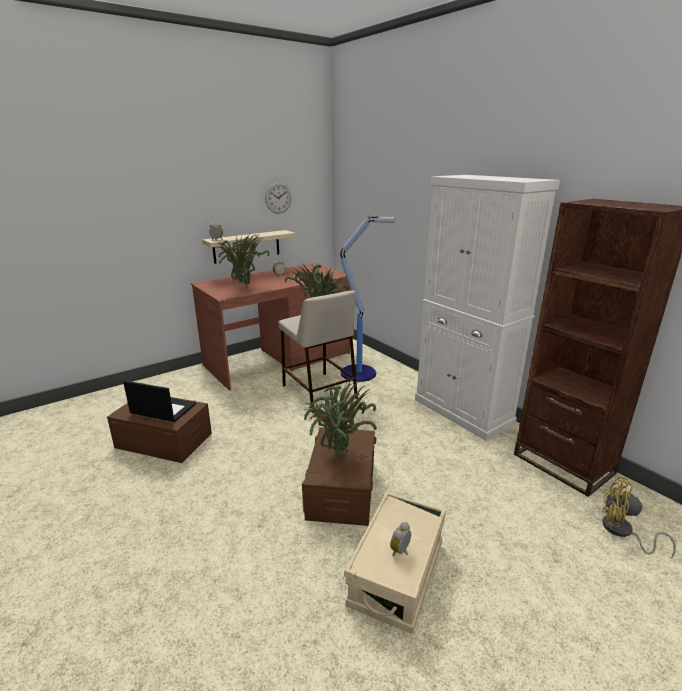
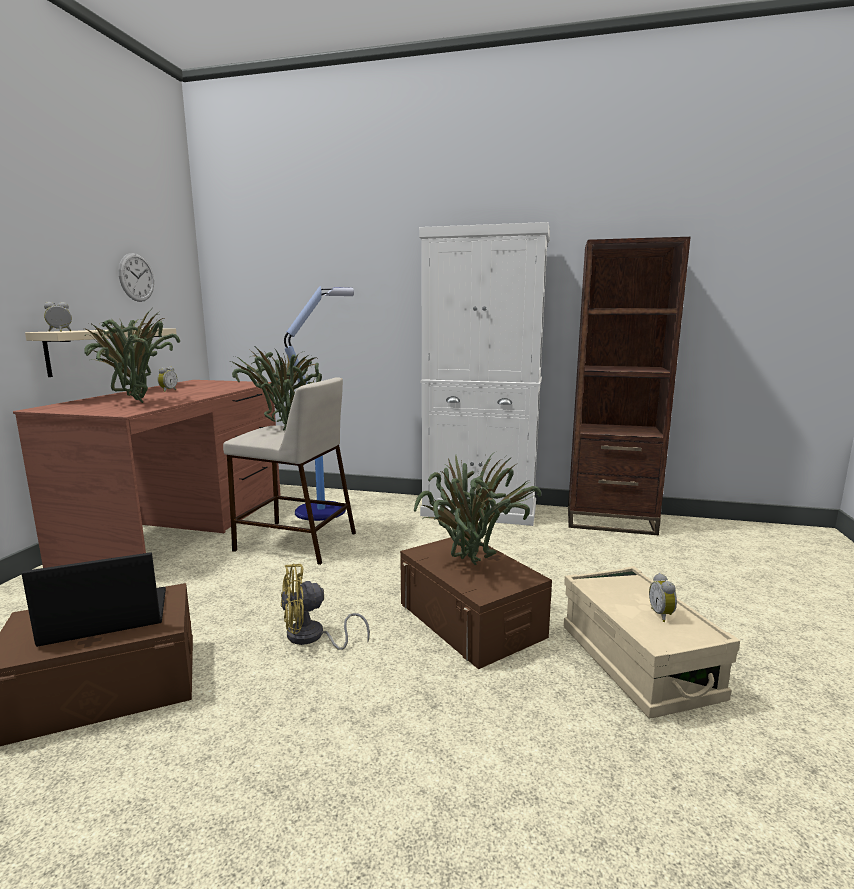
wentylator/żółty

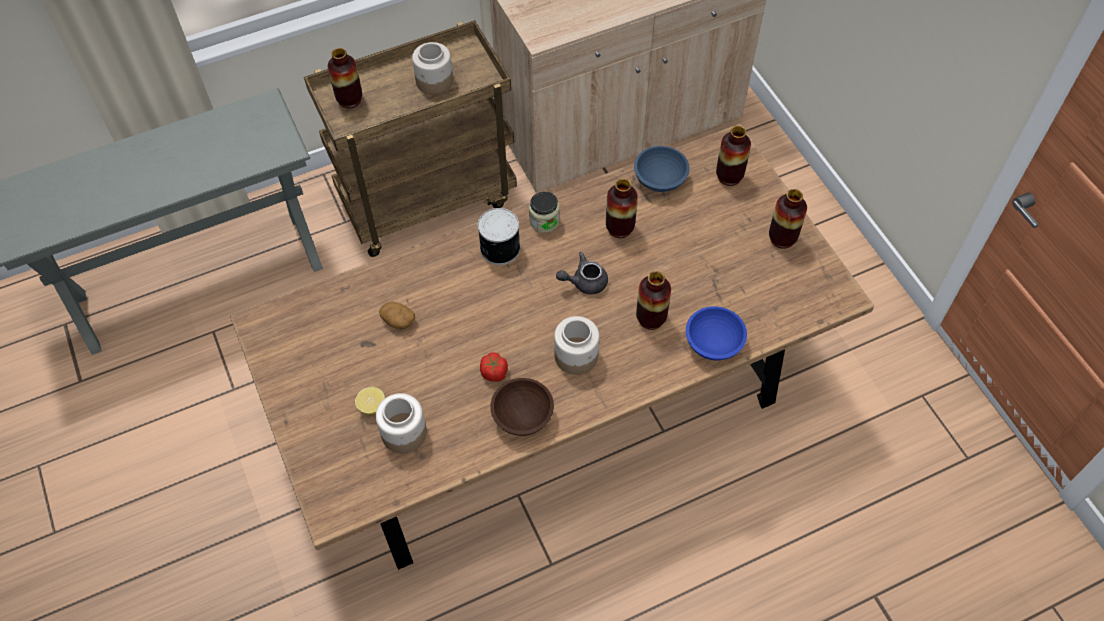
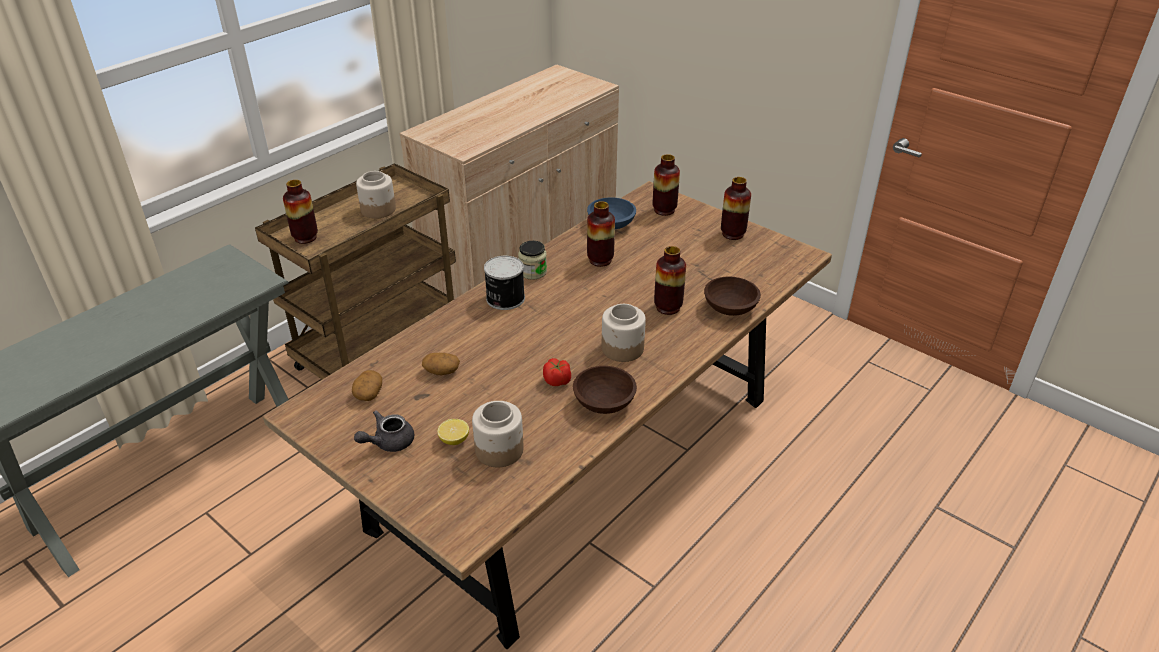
imbryk/szary
miska/brązowy (2nd from left)
ziemniak (1st from left)

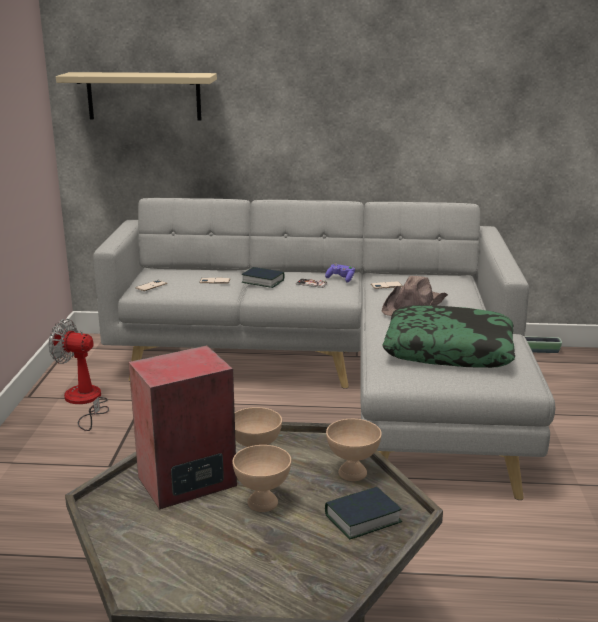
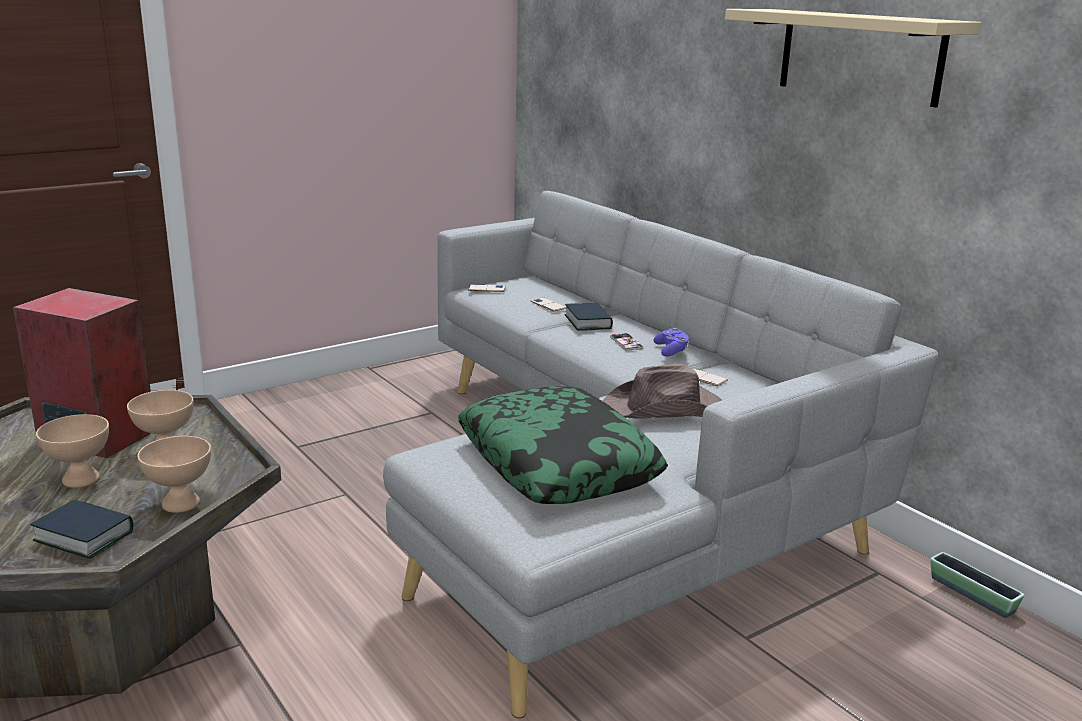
półka/beżowy
wentylator

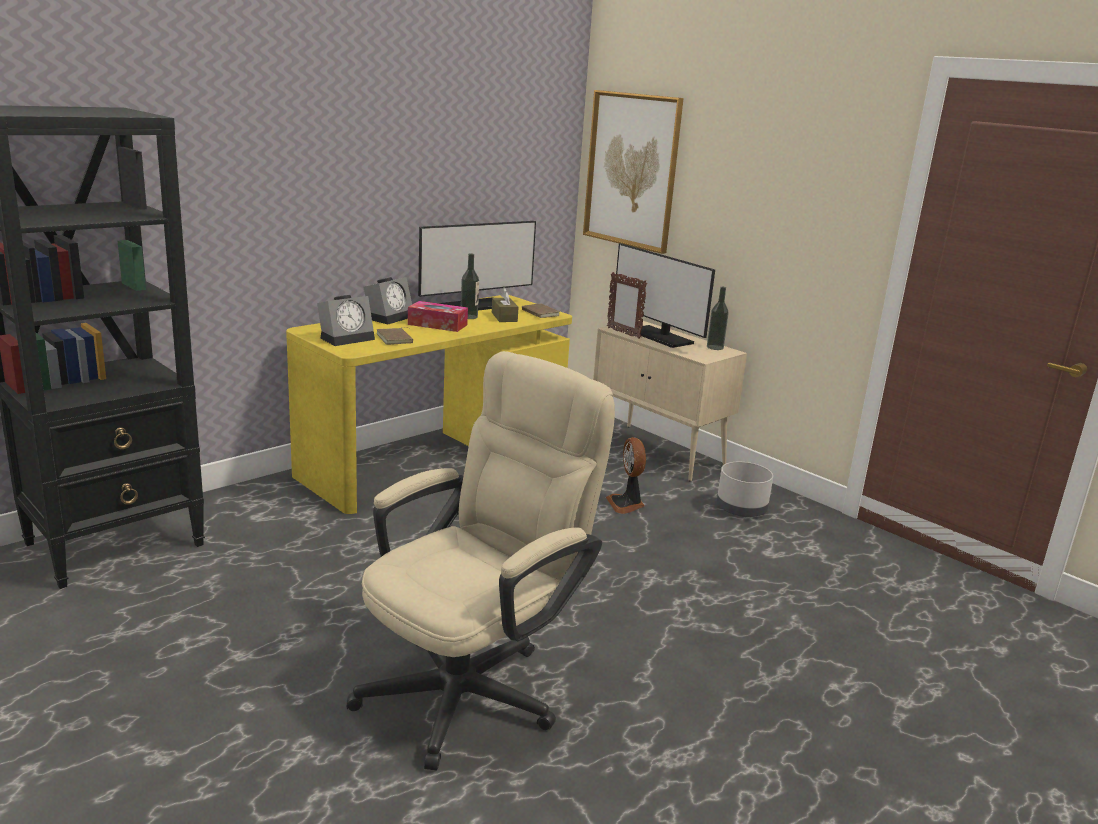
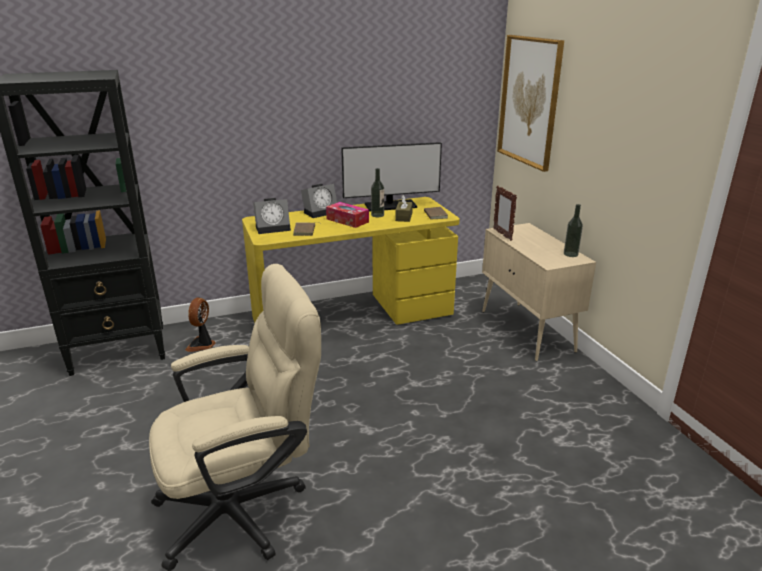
monitor (2nd from left in the first image)
wentylator
donica/szary

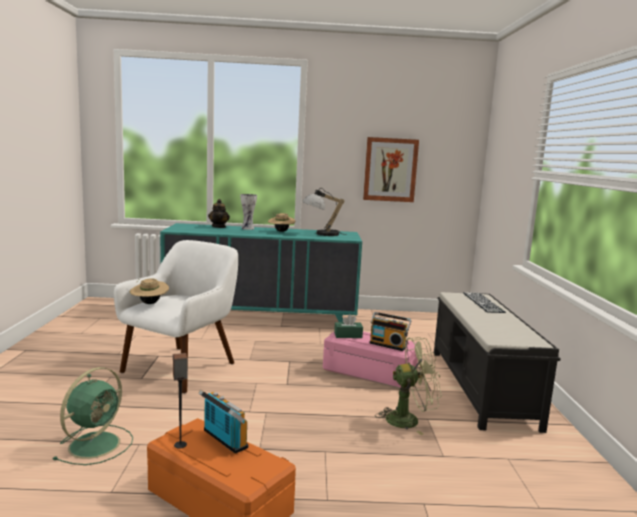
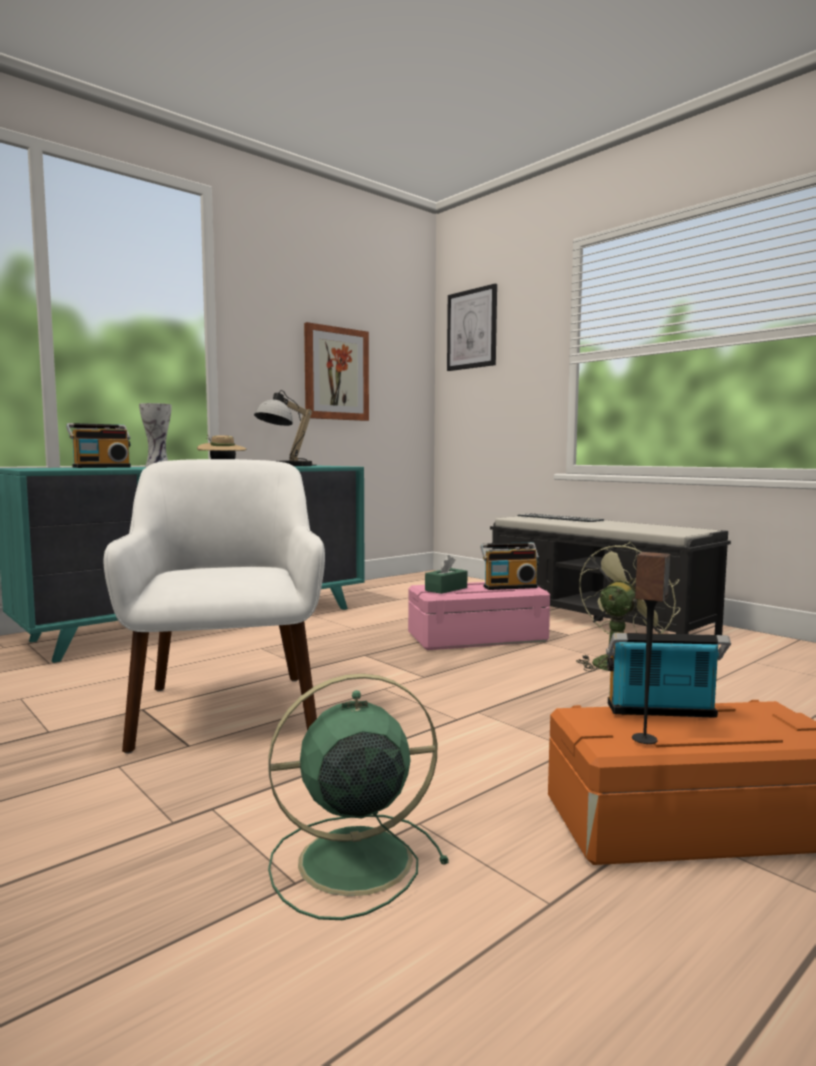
radio (1st from left)
kapelusz/beżowy (1st from left in the first image)
wentylator/zielony (1st from left)
obraz (2nd from left)

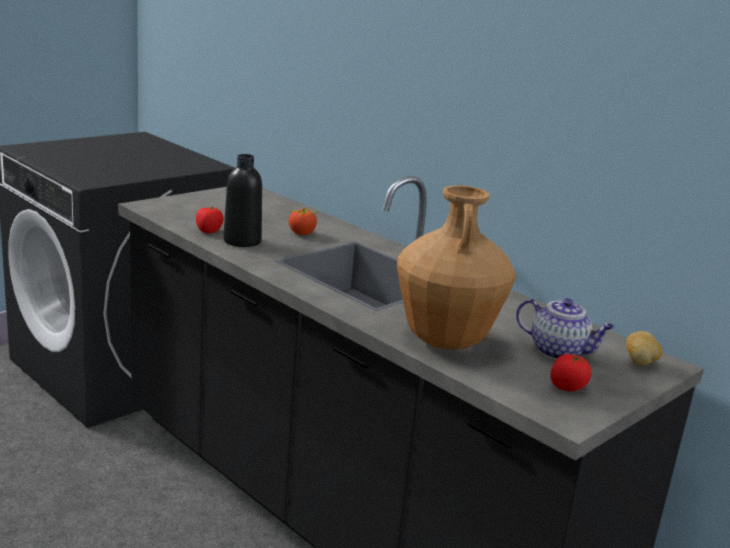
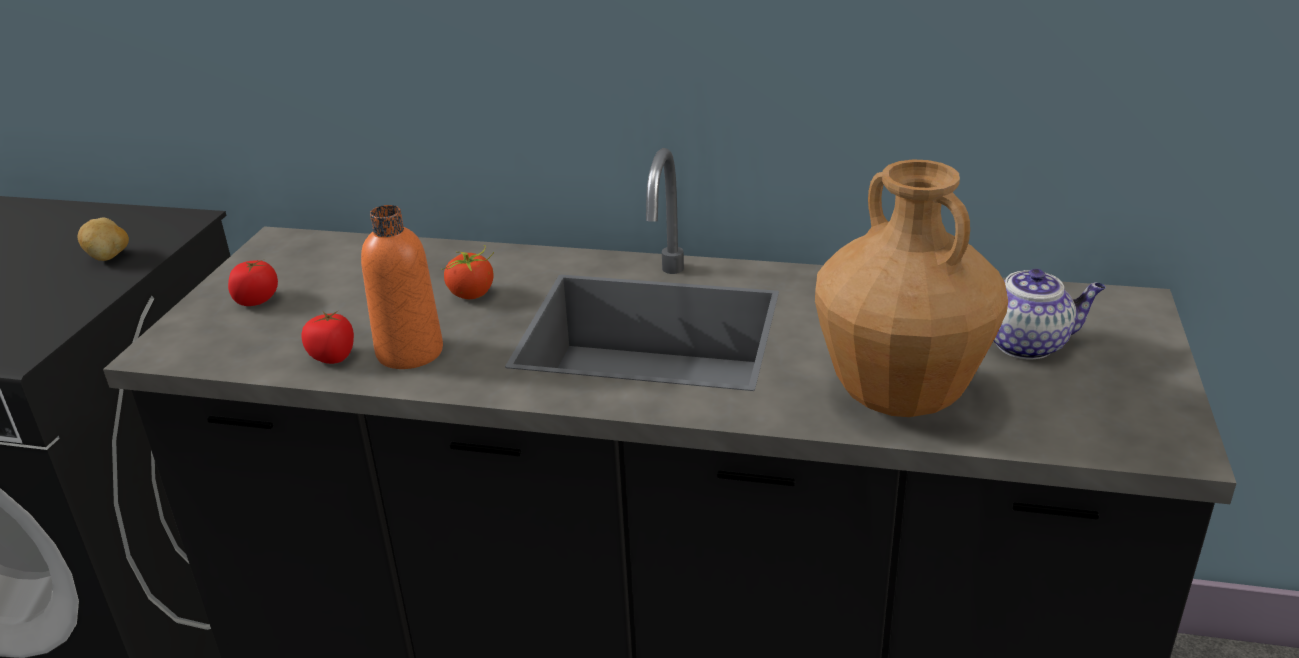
butelka/pomarańczowy
ziemniak
pomidor (1st from left)

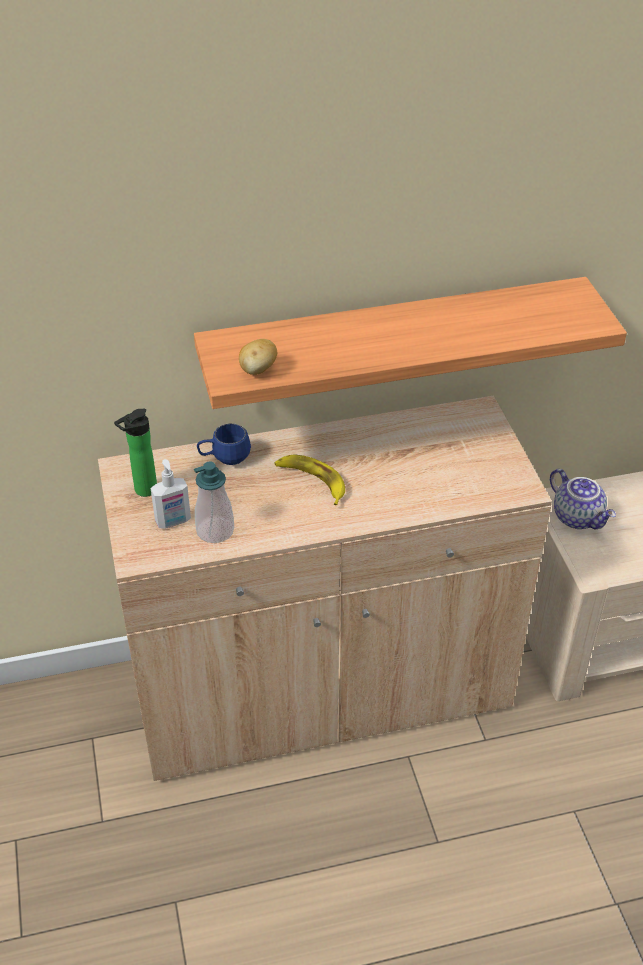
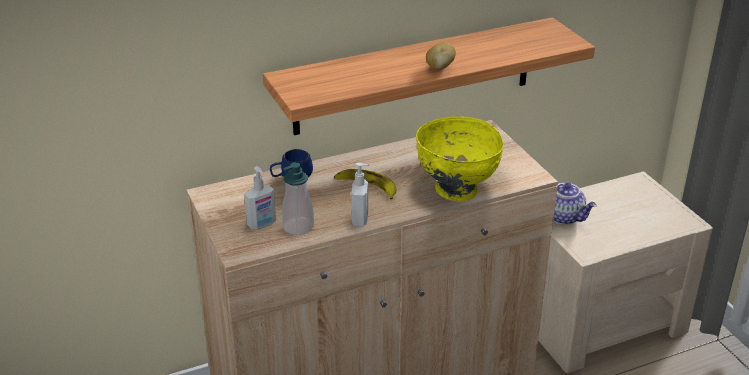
ziemniak
butelka
miska/żółty
dozownik mydła (3rd from left)

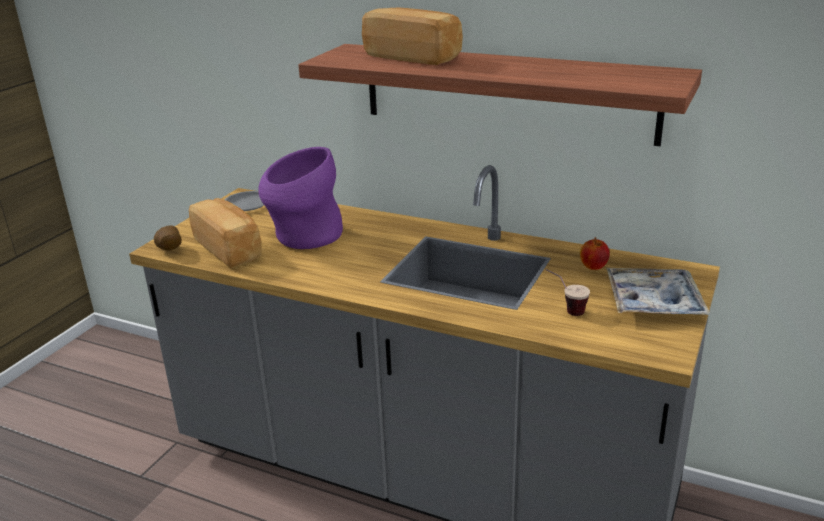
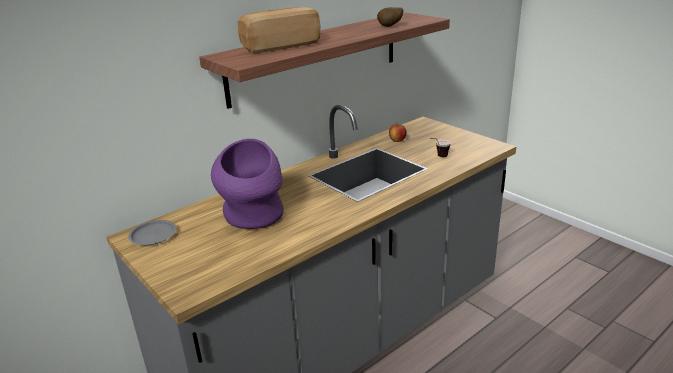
chleb (1st from left in the first image)
ziemniak
taca

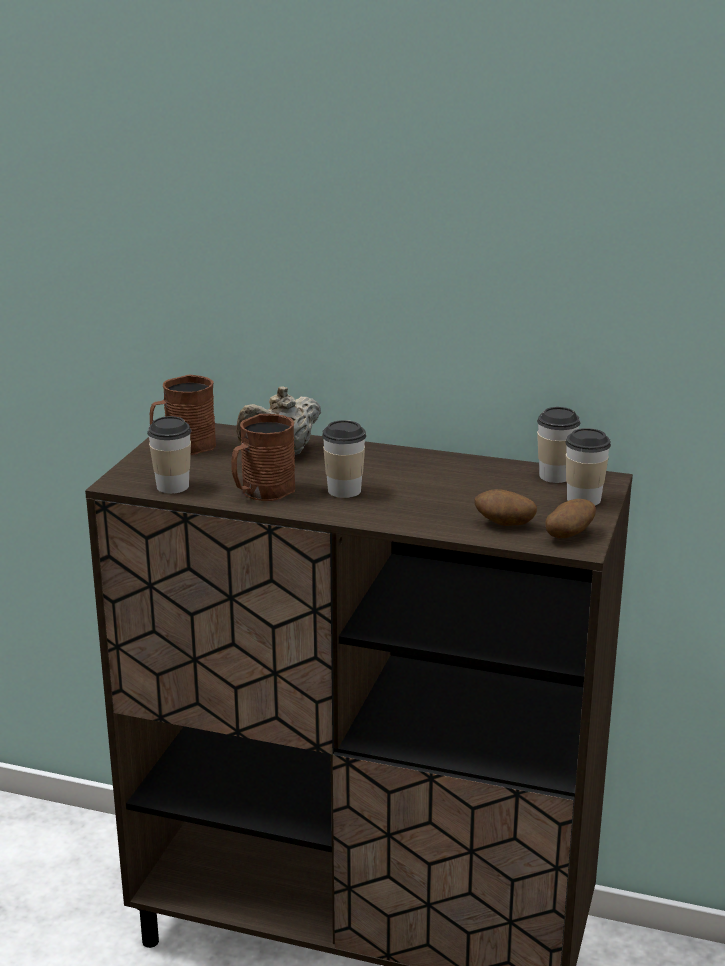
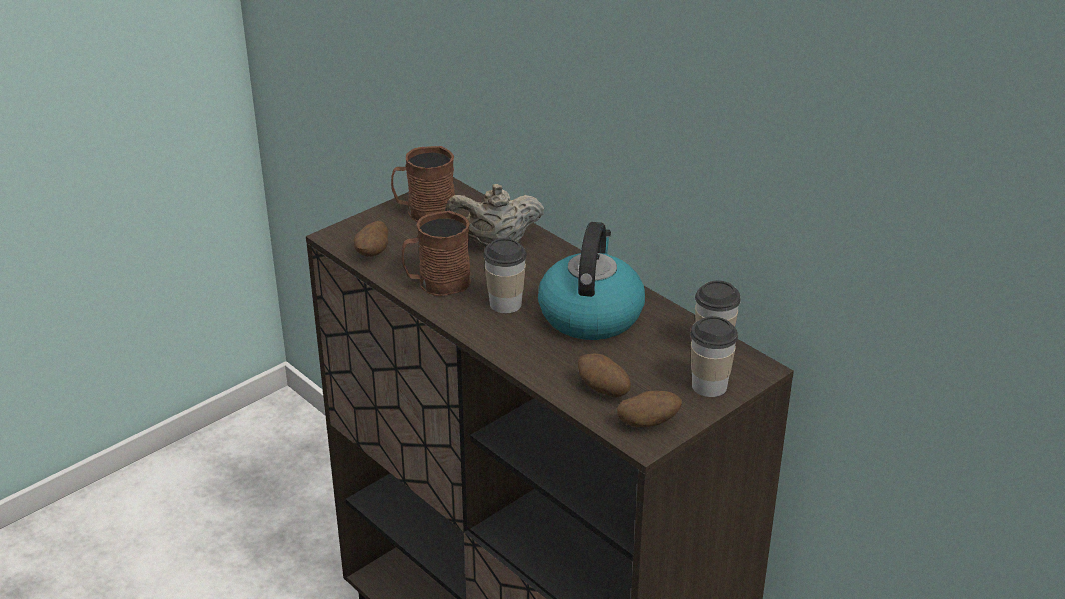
ziemniak (1st from left)
czajnik

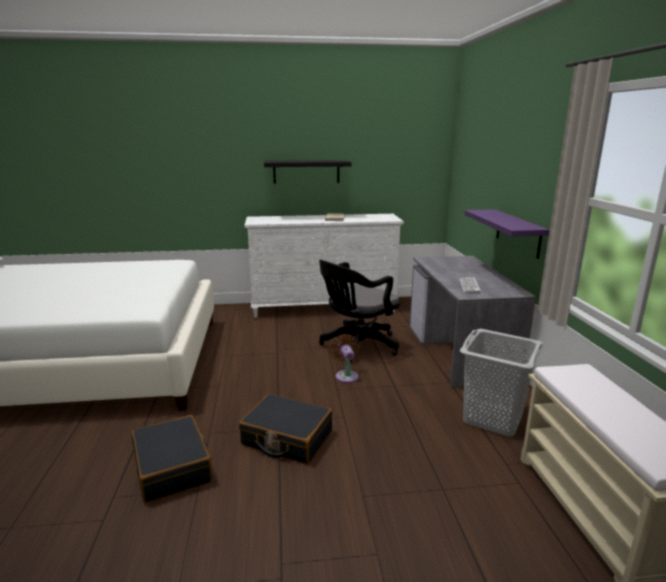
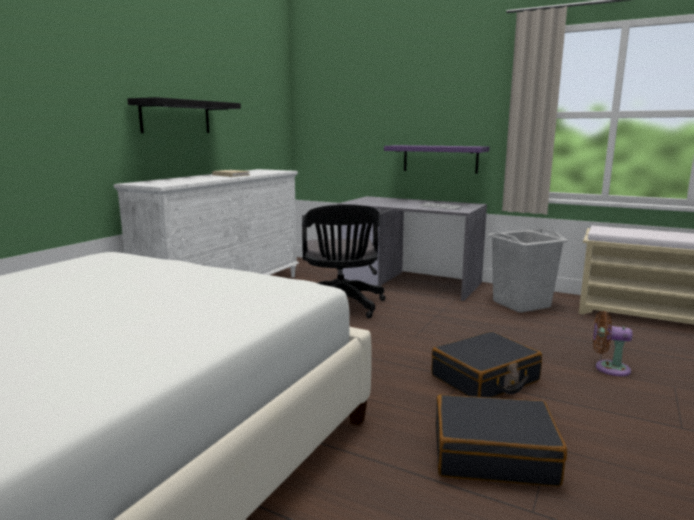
wentylator/brązowy

